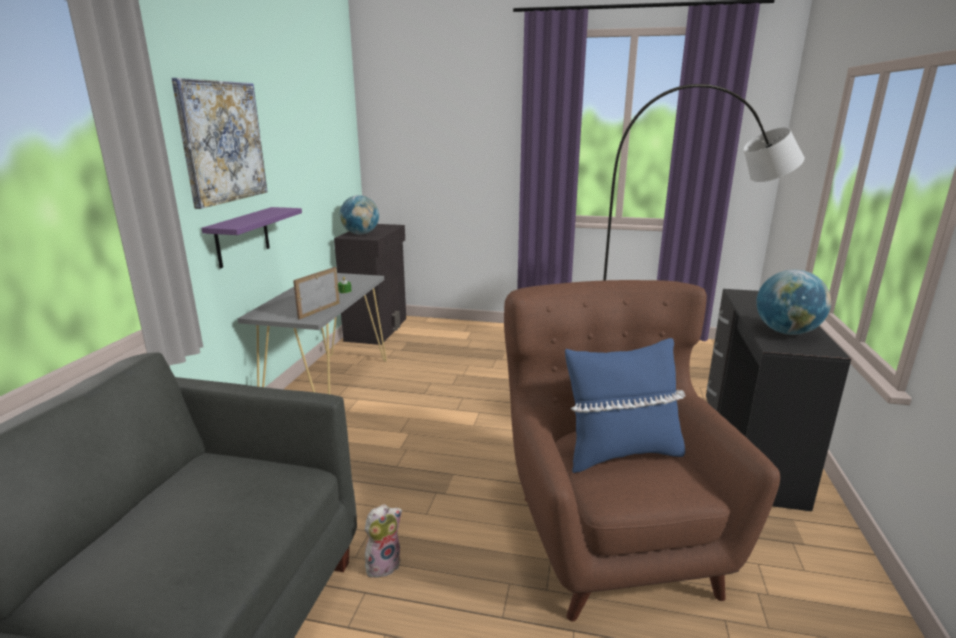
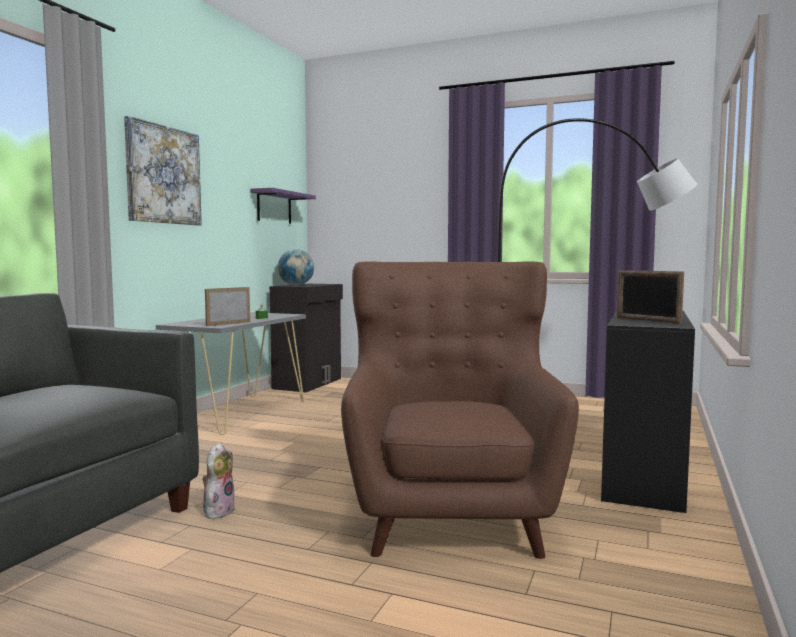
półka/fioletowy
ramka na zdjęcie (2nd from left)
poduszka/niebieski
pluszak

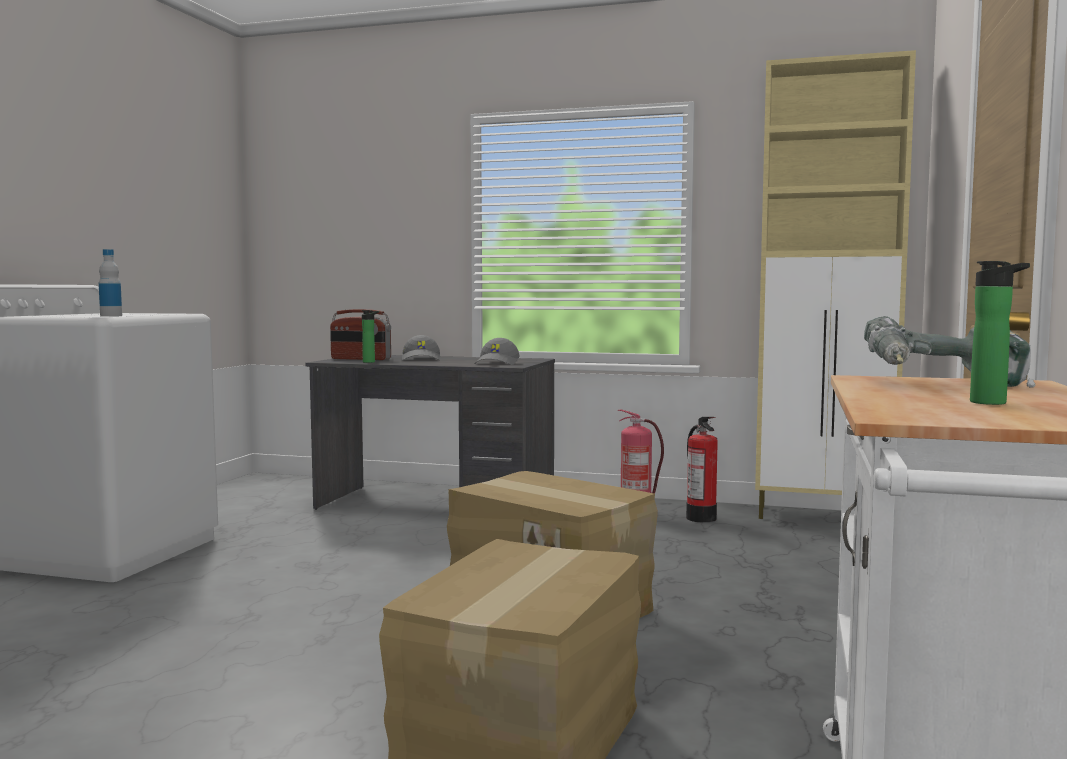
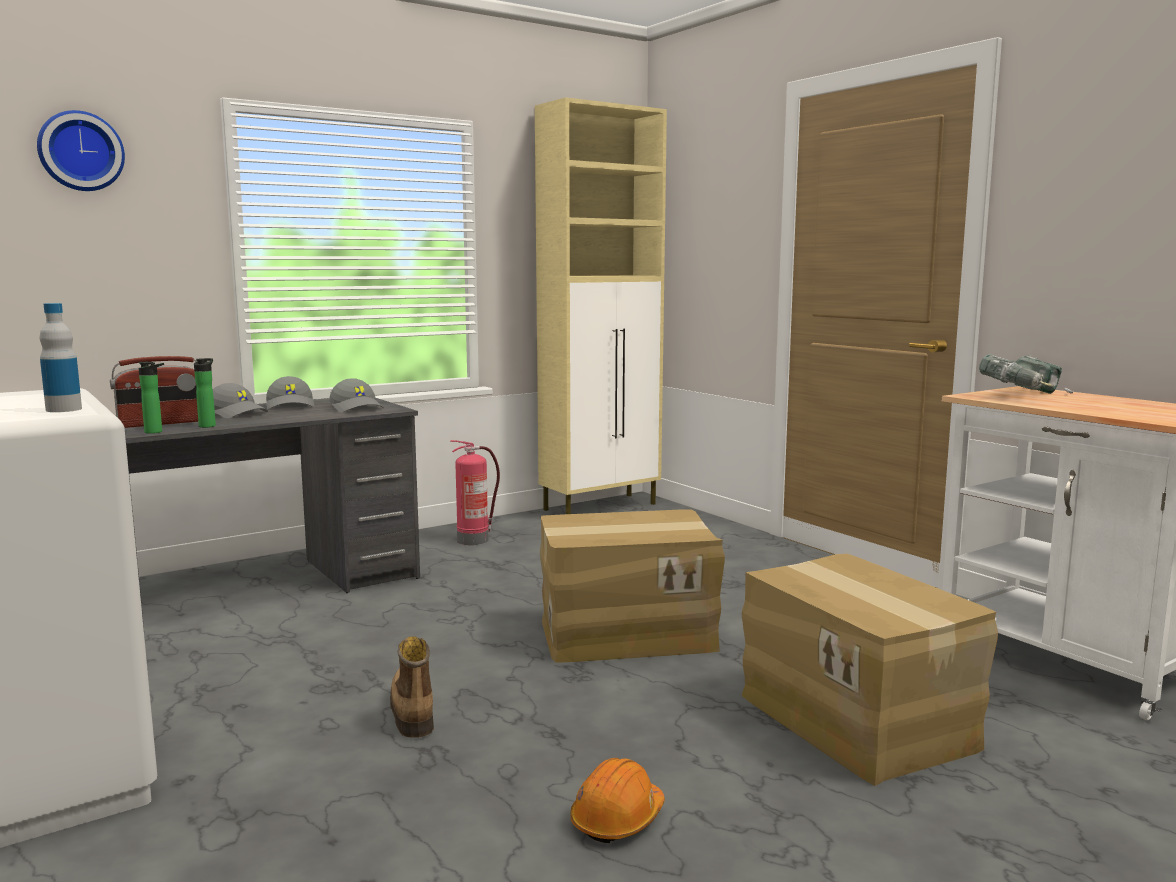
butelka (2nd from left)
gaśnica (2nd from left in the first image)
zegar ścienny
czapka z daszkiem/szary (2nd from left)
but z cholewką
kask/pomarańczowy

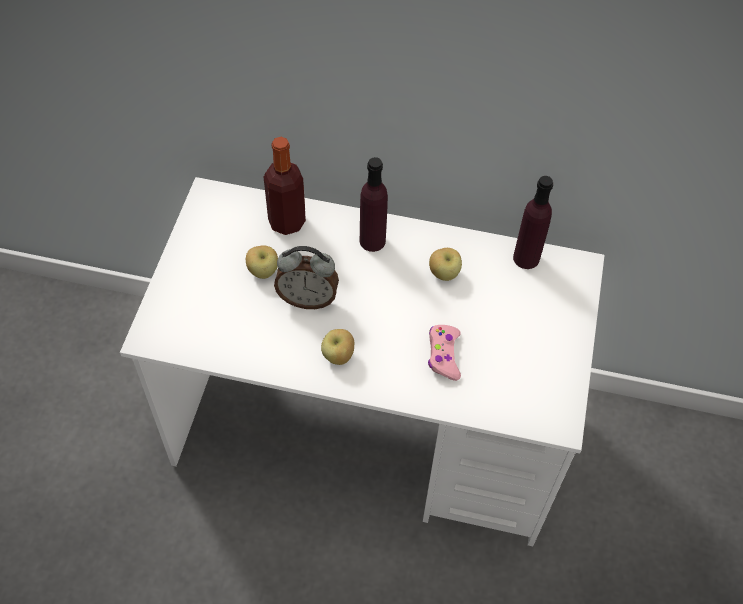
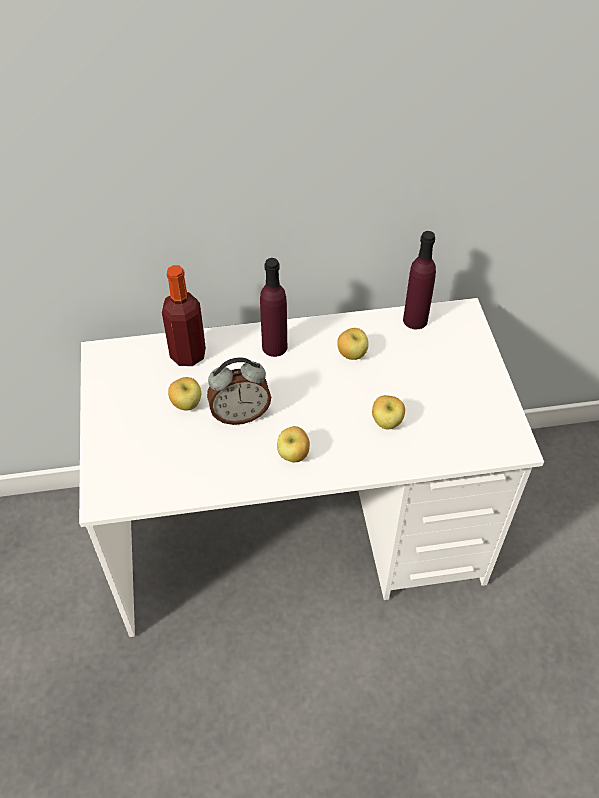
jabłko (4th from left)

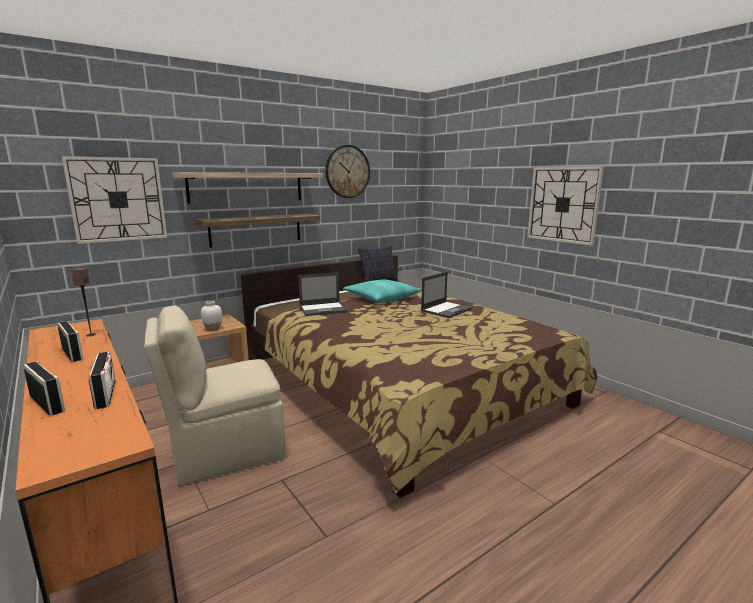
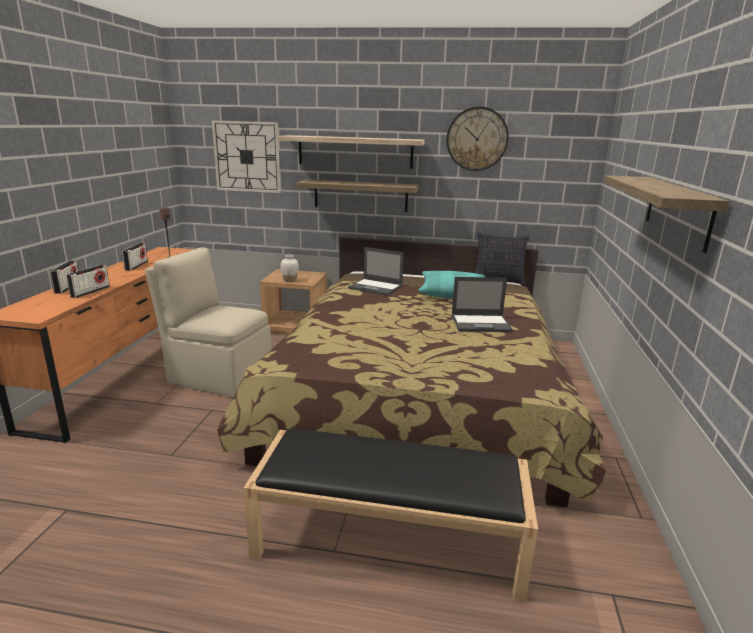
półka (3rd from left)
ławka/czarny

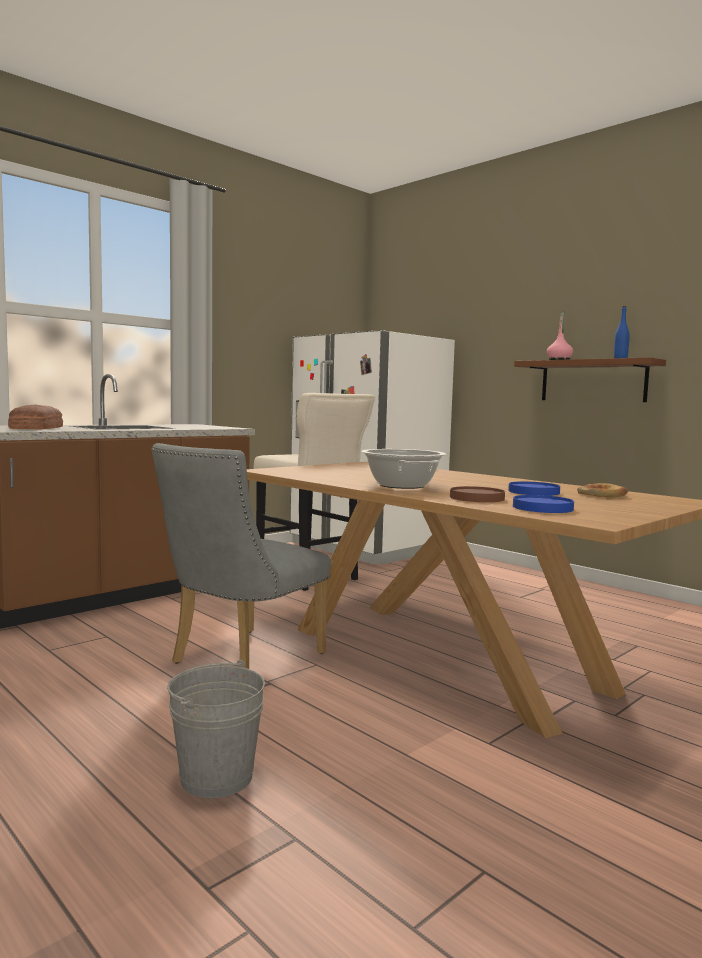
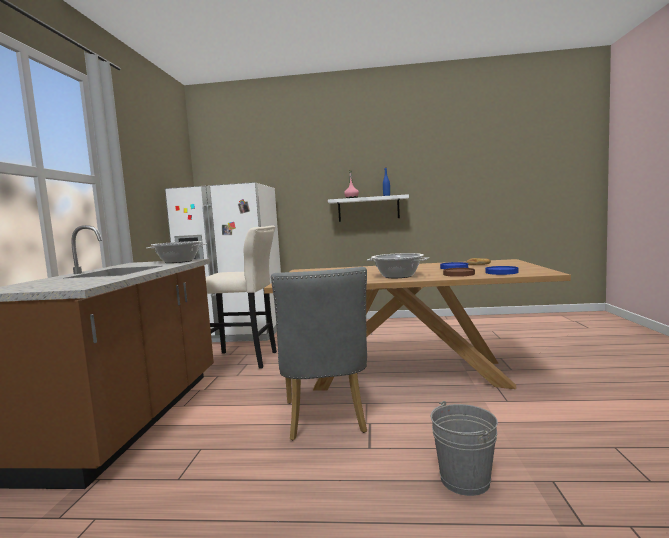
półka/biały
chleb (1st from left in the first image)
garnek (1st from left)

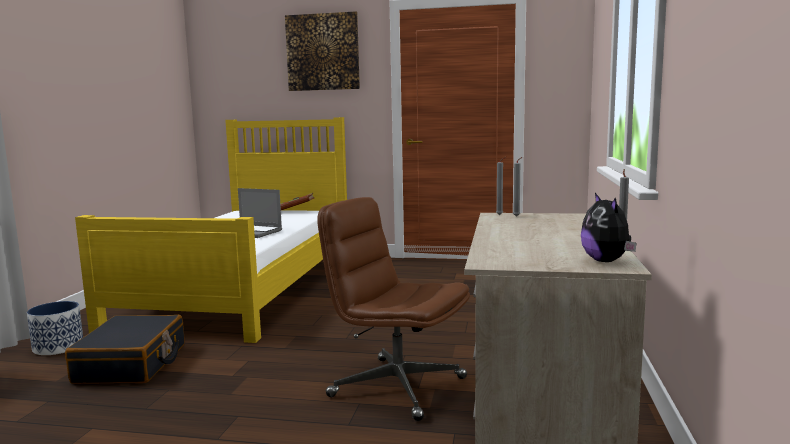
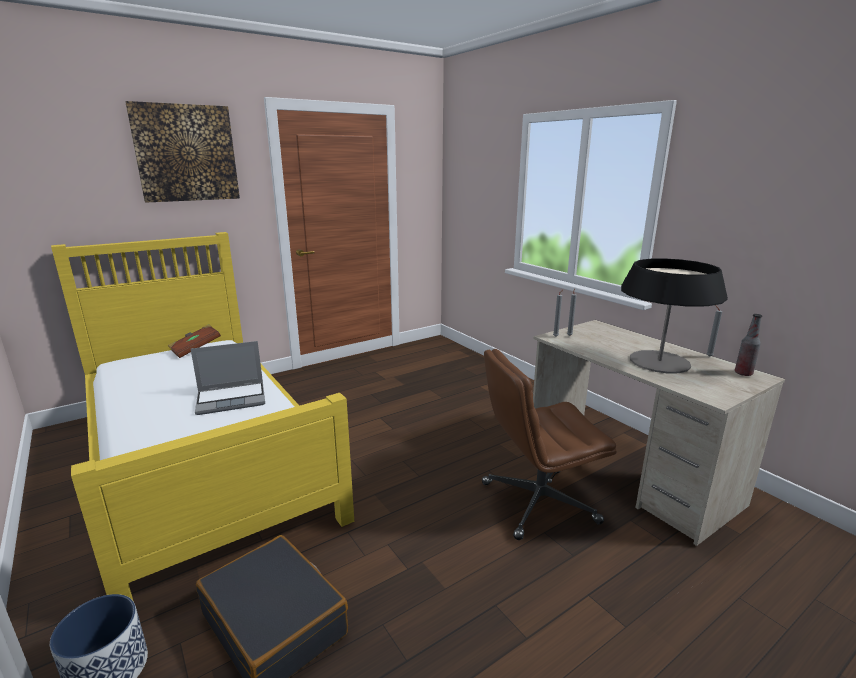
butelka
lampa stołowa

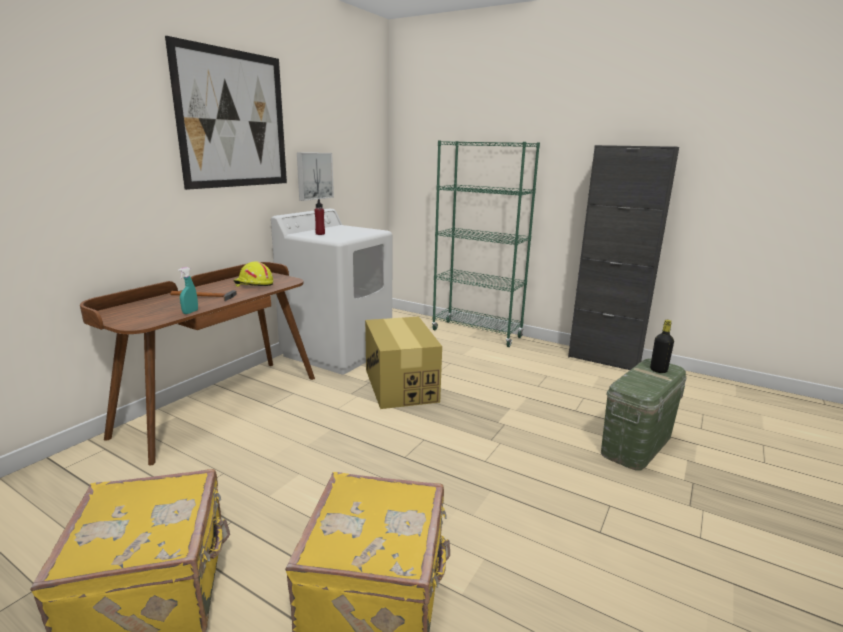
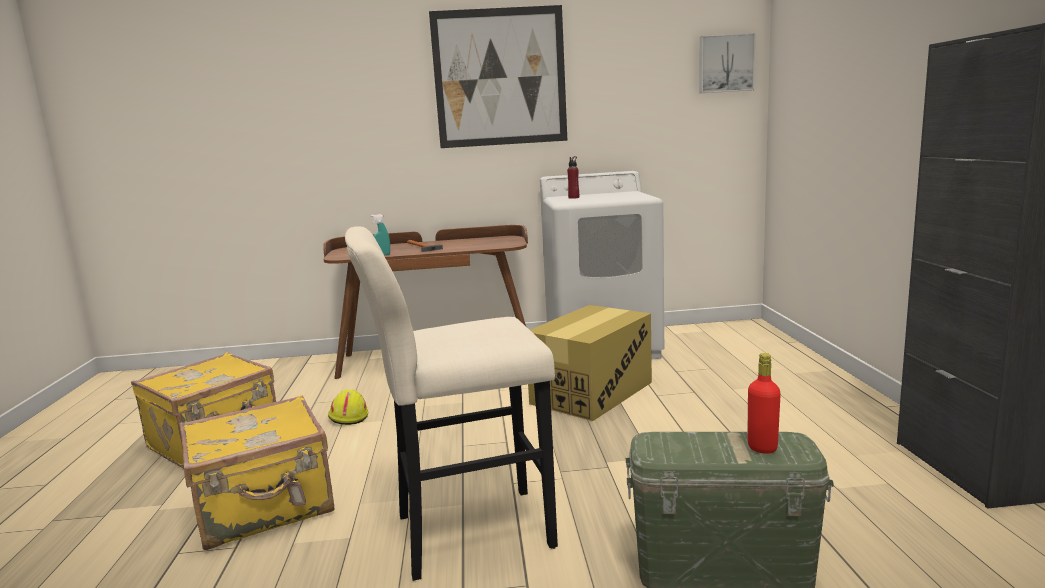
regał/zielony
obraz (2nd from left)
kask/żółty
butelka/czerwony (2nd from left)
stołek/beżowy

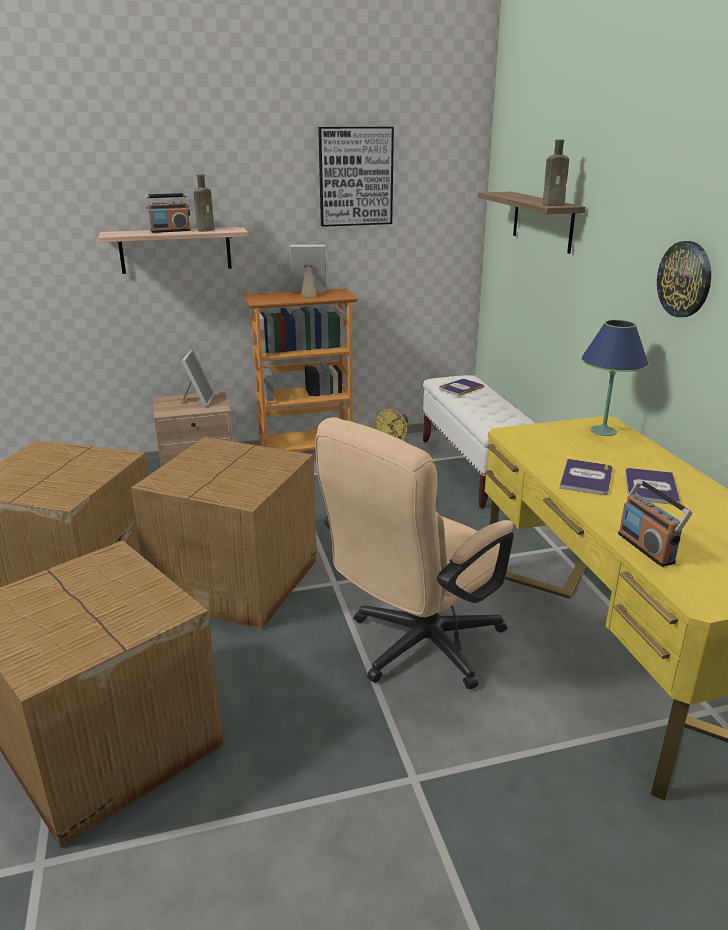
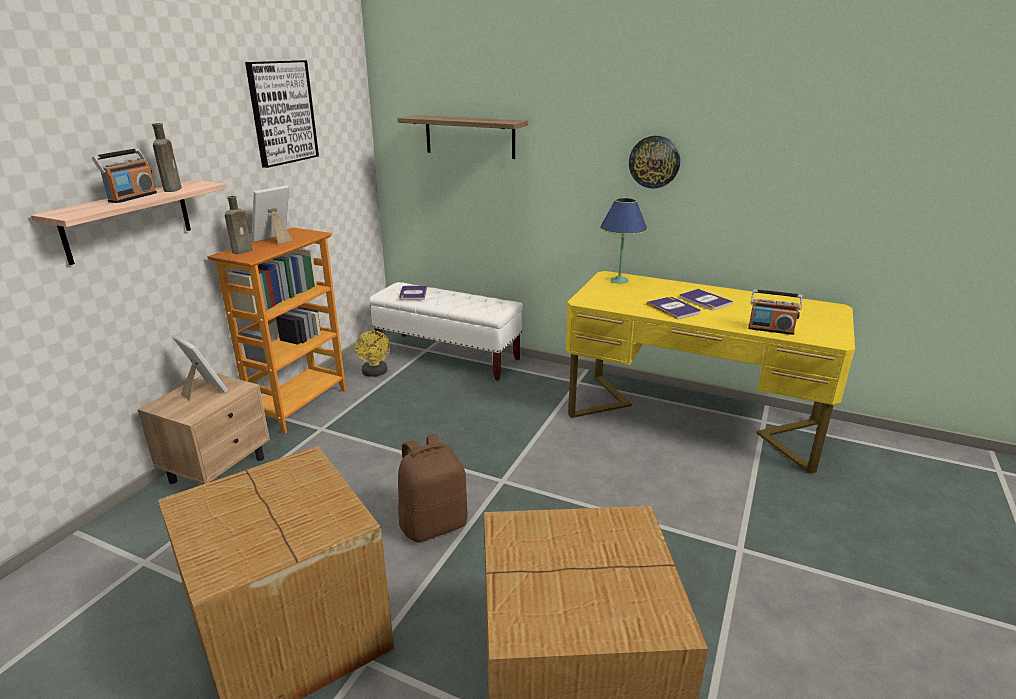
butelka/brązowy (2nd from left)
krzesło biurowe/beżowy
plecak/brązowy

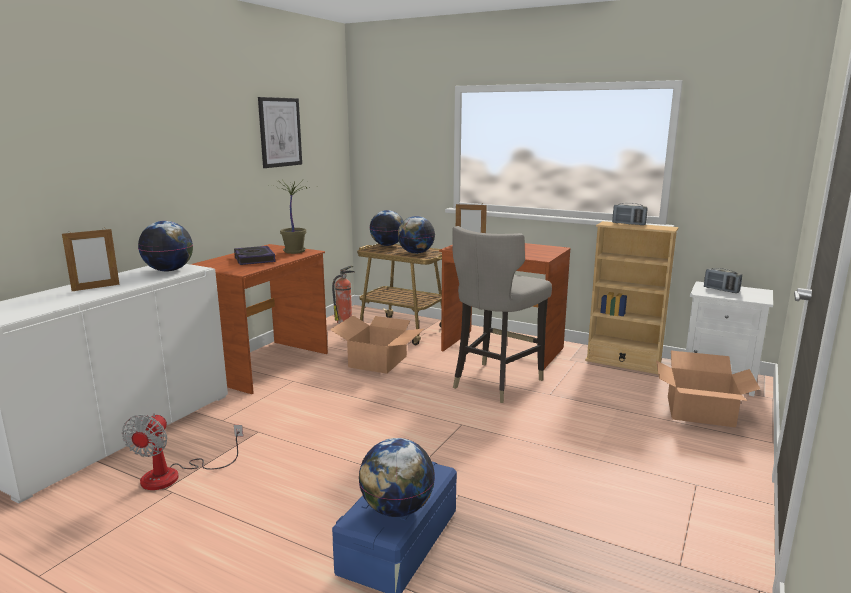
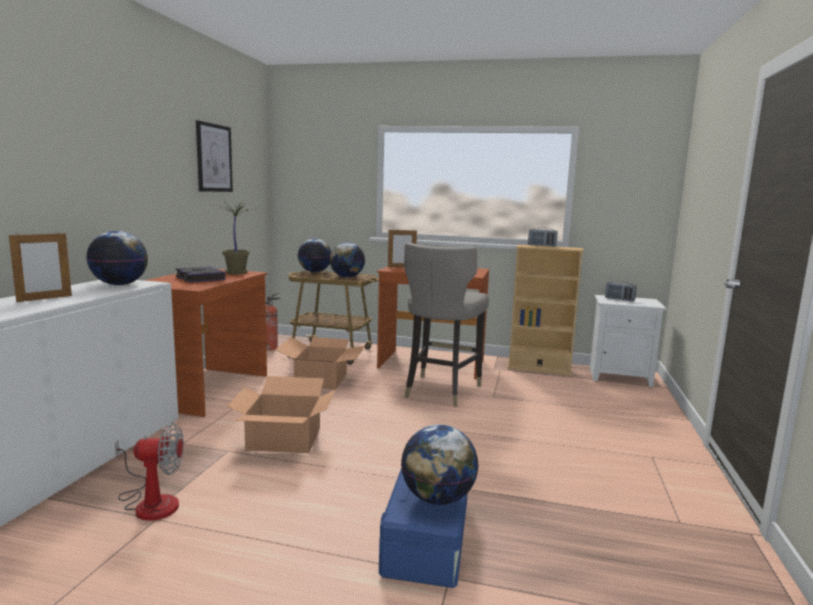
karton (1st from left)
wentylator

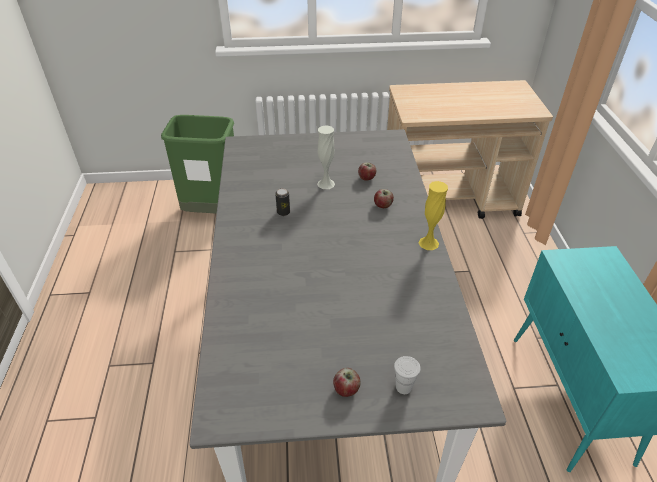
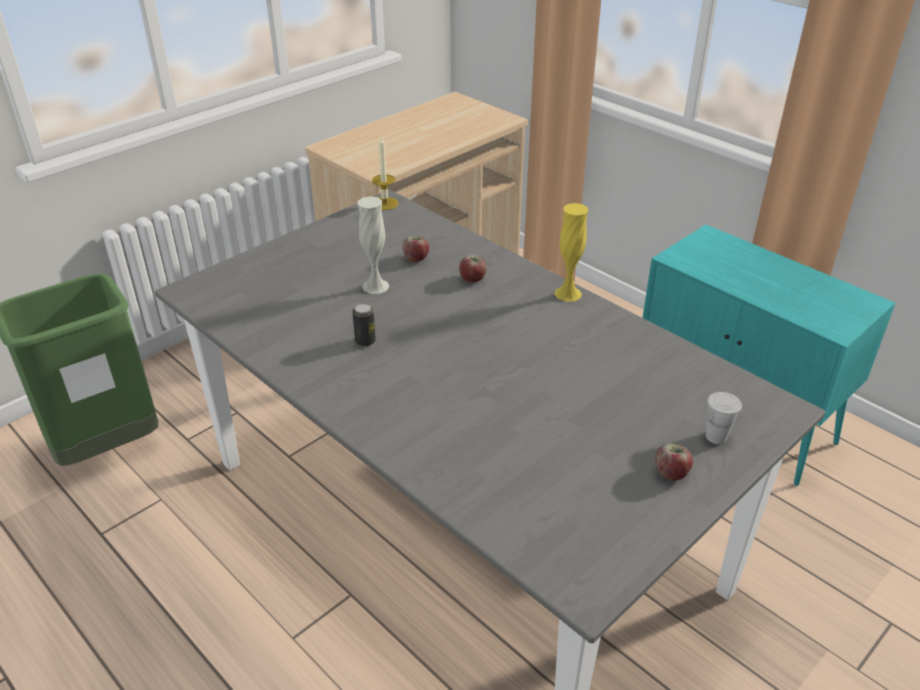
świeca

